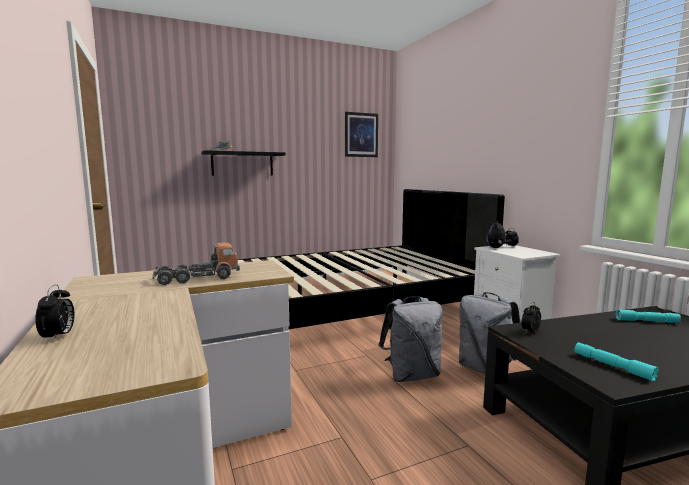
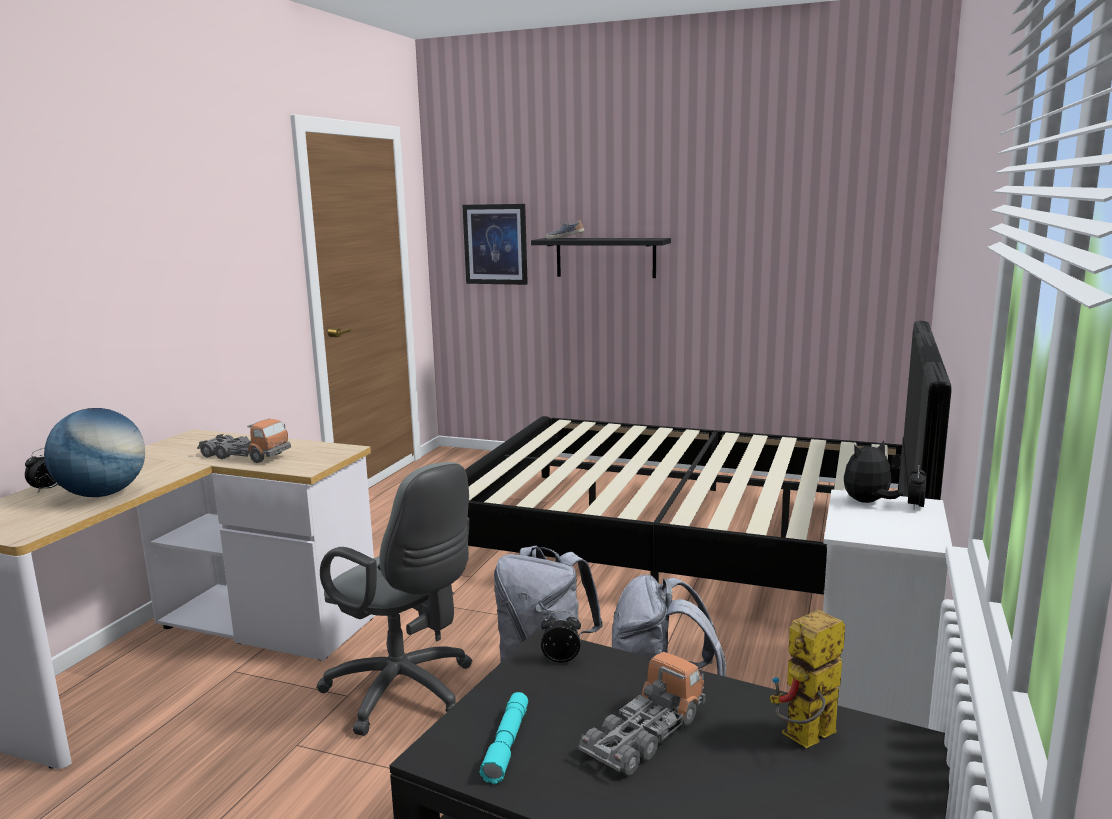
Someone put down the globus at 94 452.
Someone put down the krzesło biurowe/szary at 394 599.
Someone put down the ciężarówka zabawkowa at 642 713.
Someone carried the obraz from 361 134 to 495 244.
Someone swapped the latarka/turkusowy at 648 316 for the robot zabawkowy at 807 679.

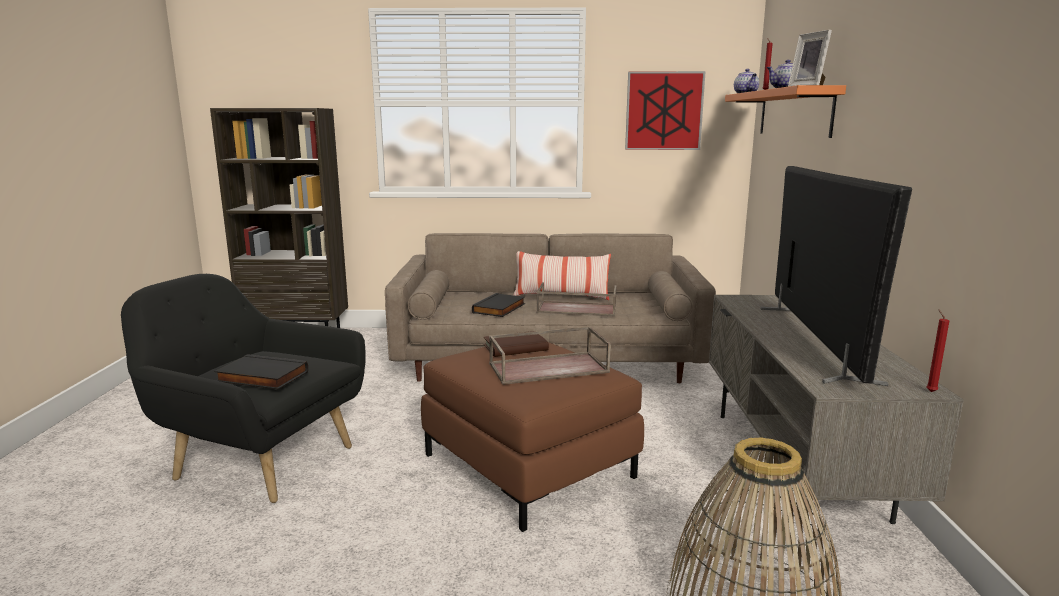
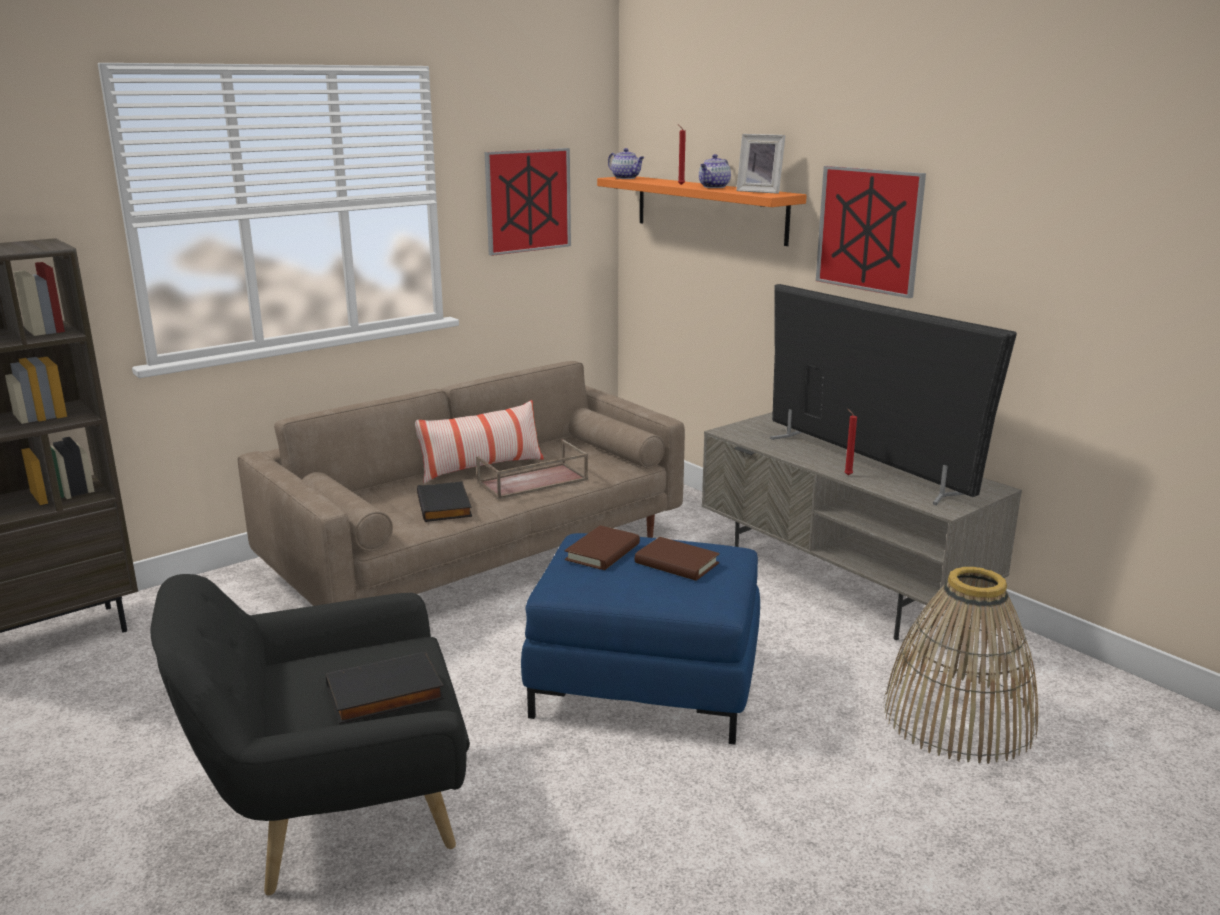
Someone put up the obraz at 871 232.
Someone carried the świeca/czerwony from 938 350 to 850 442.
Someone swapped the taca/brązowy at 550 355 for the książka/brązowy at 677 559.
Someone repainted the pufa/brązowy at 532 437, which became the pufa/niebieski at 640 639.

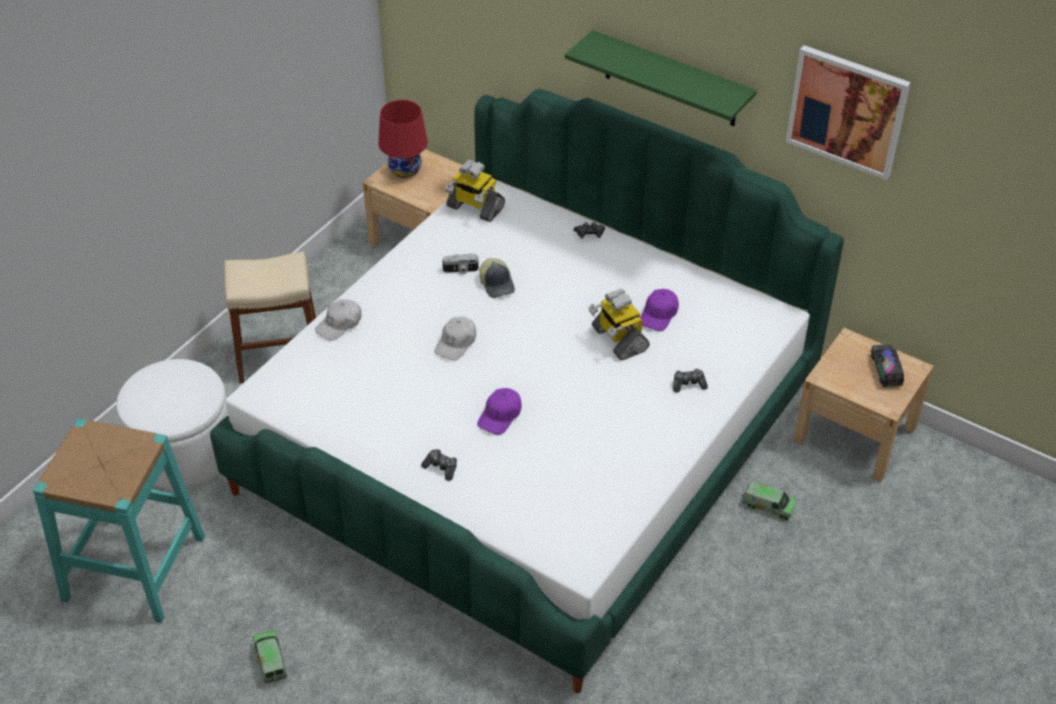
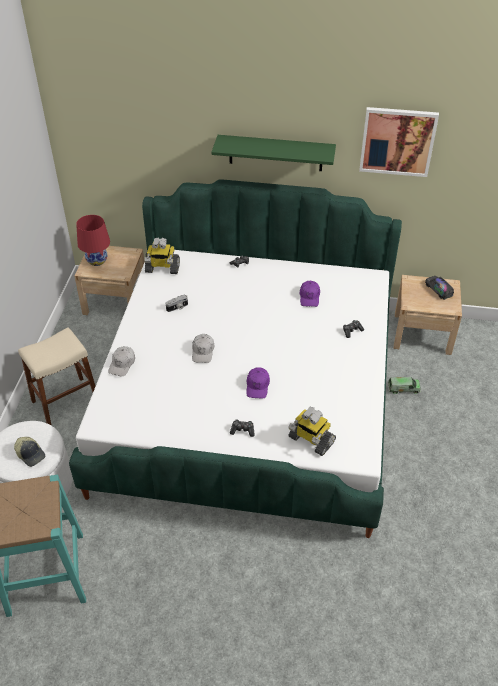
Someone took away the ciężarówka zabawkowa at 270 658.
Someone carried the czapka z daszkiem from 497 278 to 29 452.
Someone carried the robot zabawkowy from 618 324 to 312 431.

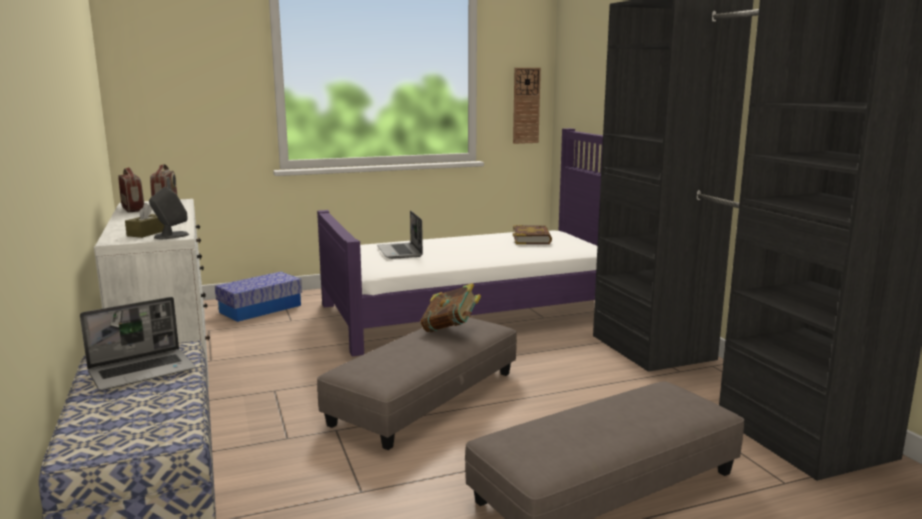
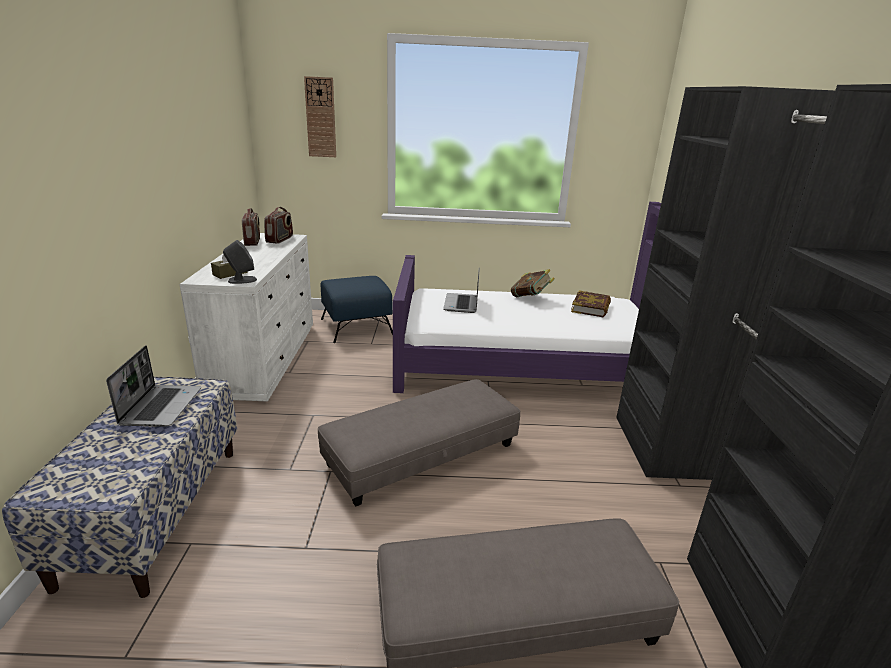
Someone carried the książka from 450 307 to 533 283.
Someone carried the zegar ścienny from 527 106 to 320 116.
Someone swapped the pojemnik do przechowywania at 258 297 for the pufa/niebieski at 357 309.
Someone rotated the laptop at 138 343 by 75 degrees counterclockwise.

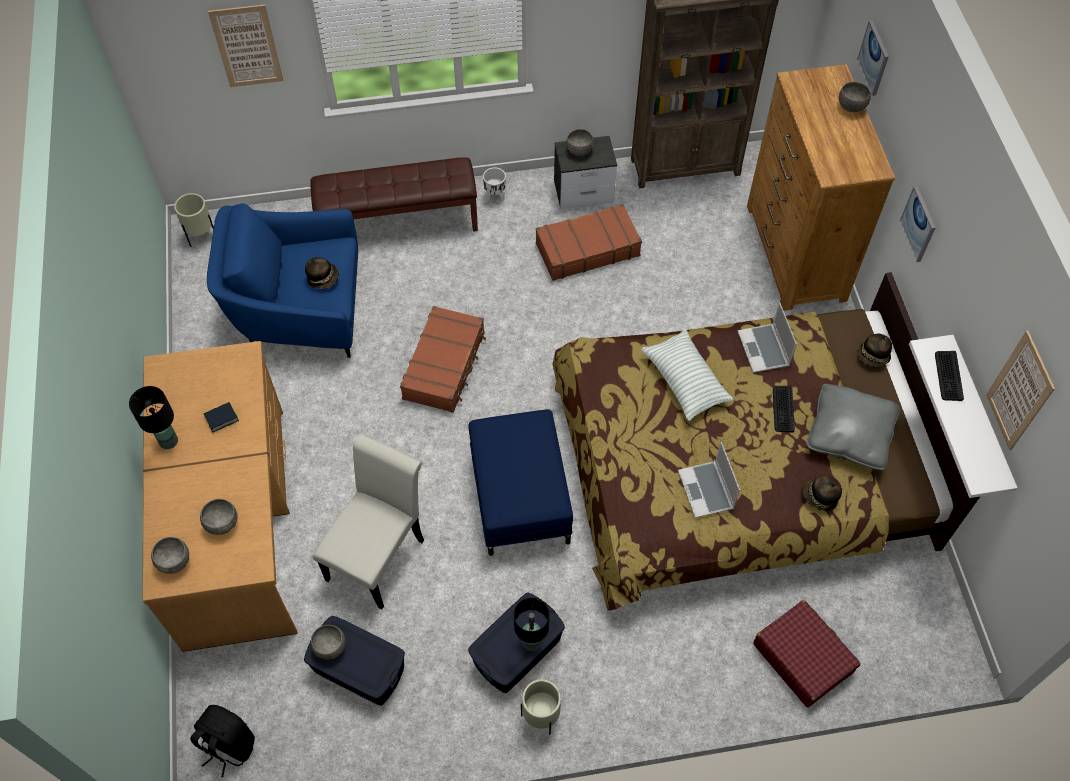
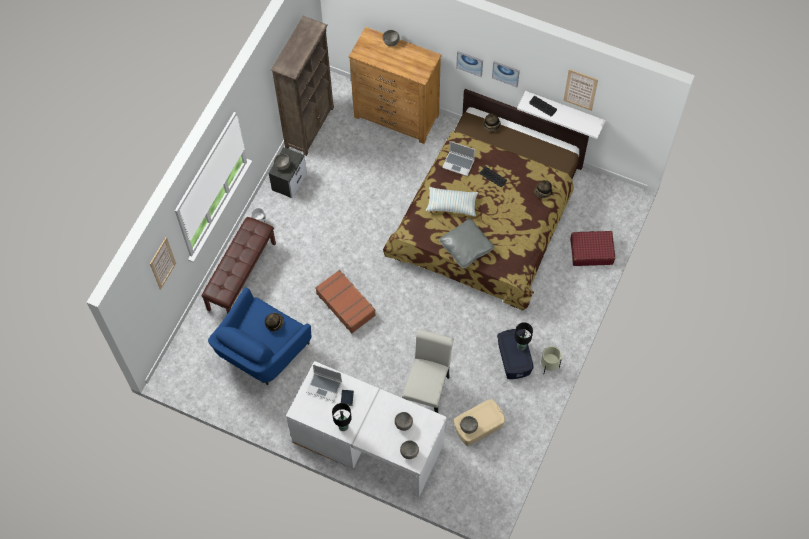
Someone took away the donica/beżowy at 194 220.
Someone took away the plecak/czarny at 222 741.
Someone took away the pufa/niebieski at 520 482.
Someone took away the walizka/brązowy at 589 242.
Someone carried the laptop from 709 480 to 324 382.
Someone carried the poduszka/szary from 853 427 to 466 243.
Someone carried the obraz from 873 58 to 506 74.
Someone repainted the biurko/brązowy at 220 496, which became the biurko/biały at 366 429.
Someone repainted the pojemnik do przechowywania/niebieski at 354 661, which became the pojemnik do przechowywania/beżowy at 479 422.
Someone rotated the krzesło/biały at 368 521 by 45 degrees clockwise.

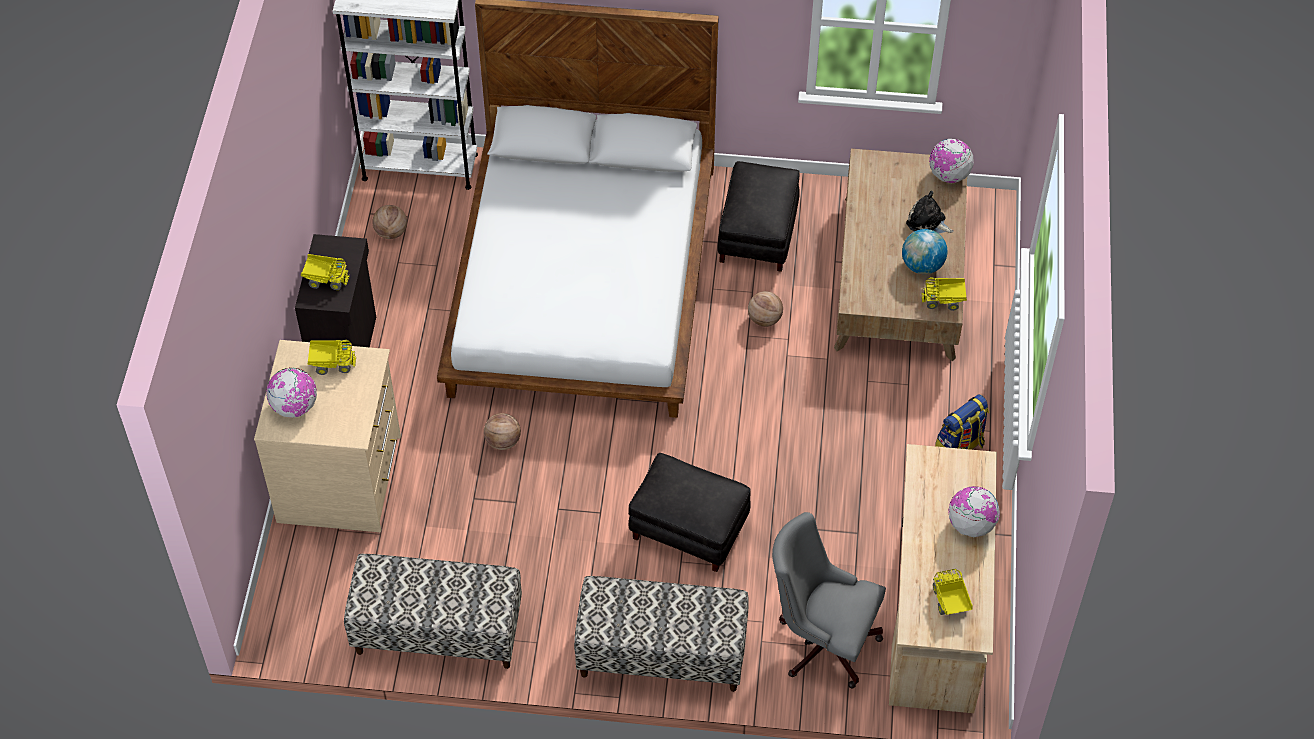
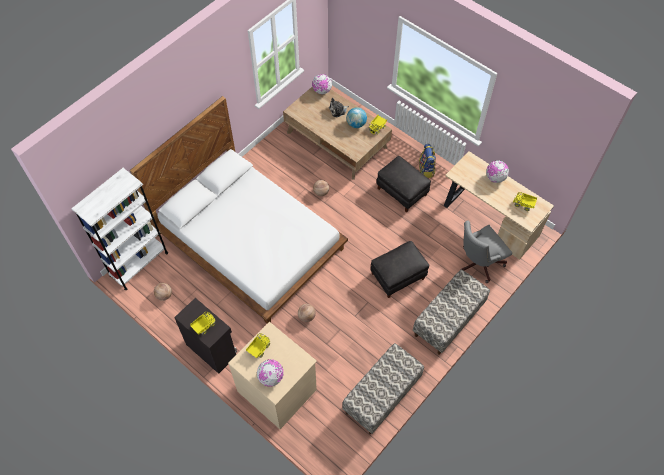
Someone carried the pufa/czarny from 759 216 to 403 184.

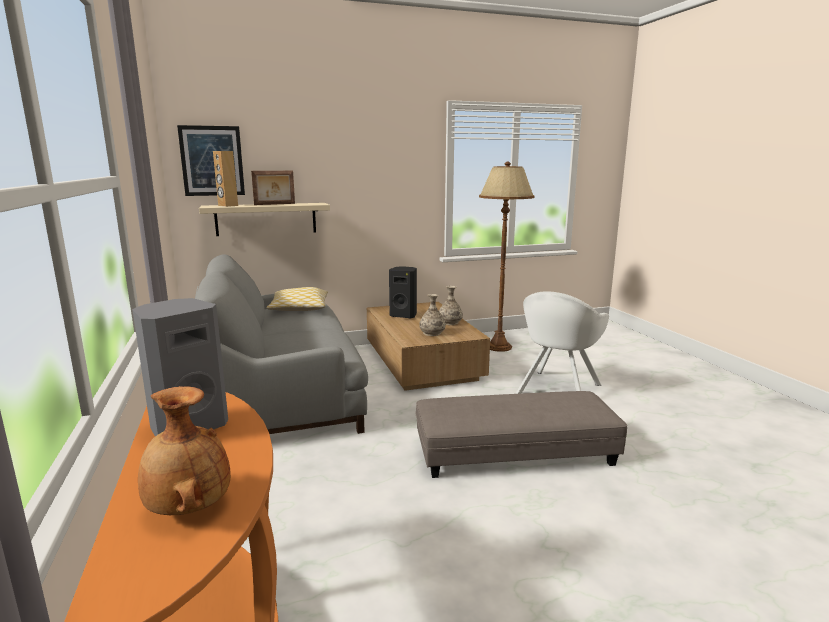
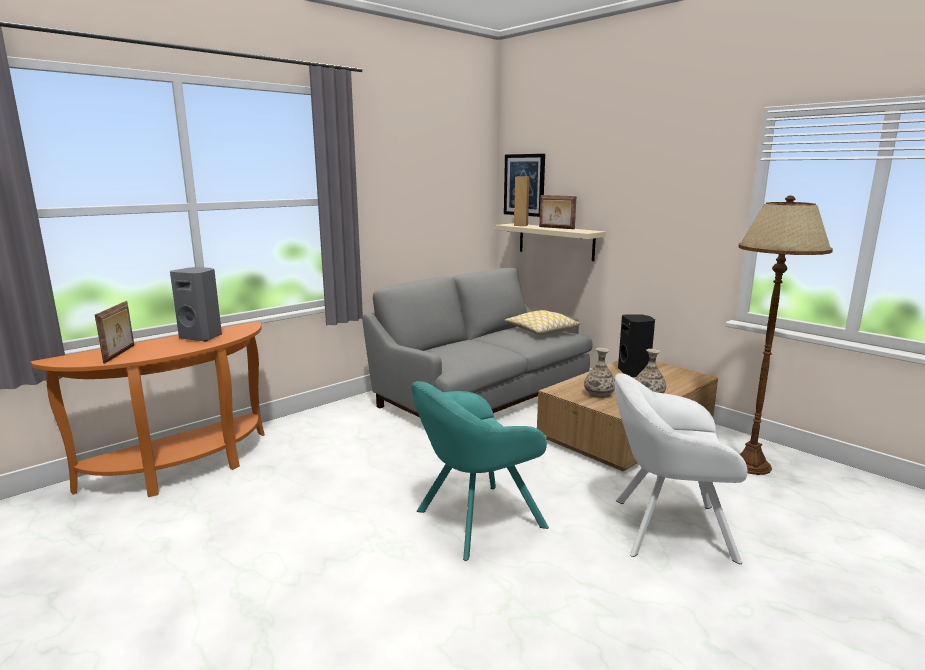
Someone swapped the wazon/brązowy at 184 450 for the ramka na zdjęcie at 114 332.
Someone swapped the pufa/szary at 521 434 for the fotel/turkusowy at 480 471.

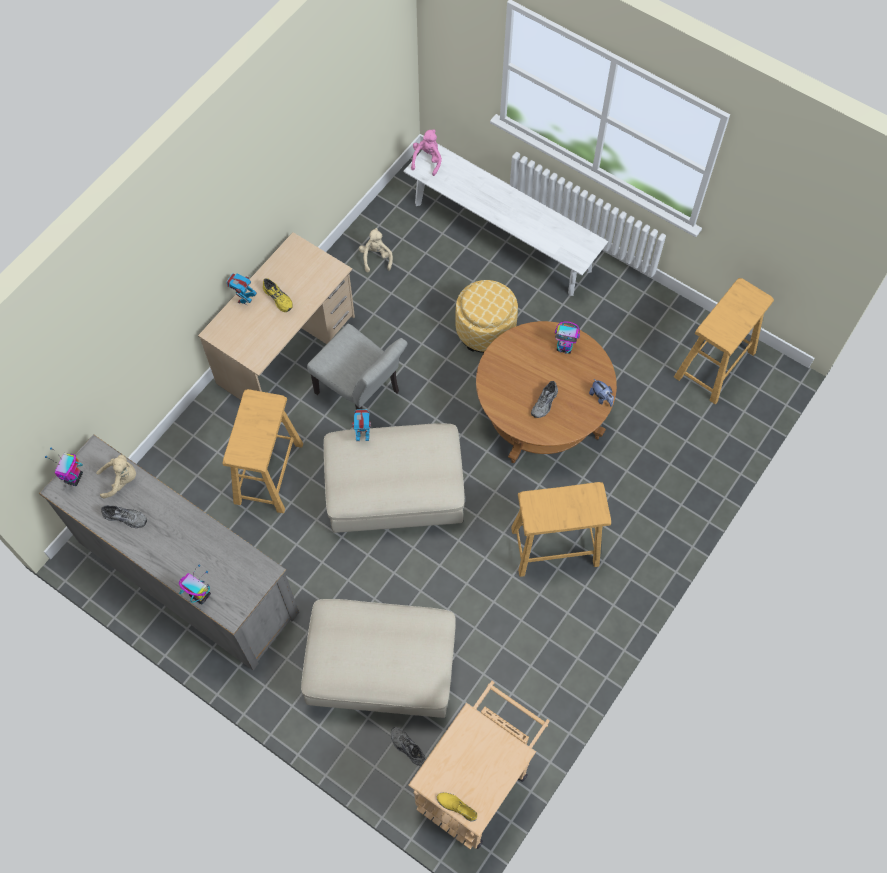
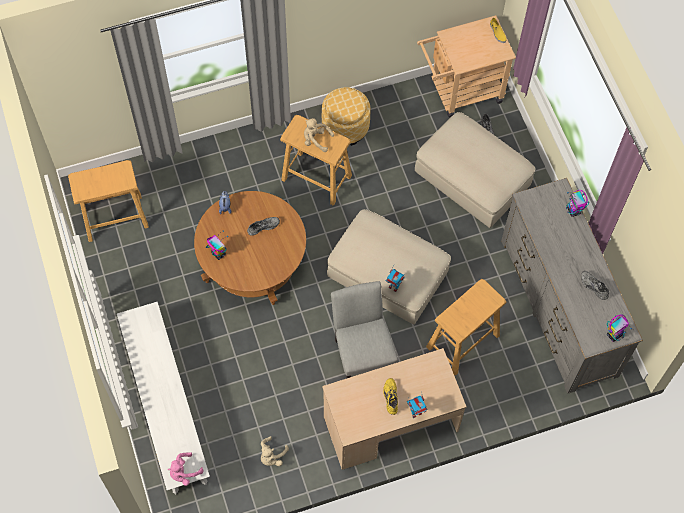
Someone carried the pluszak/beżowy from 116 476 to 319 135.
Someone carried the pufa from 486 316 to 346 116.

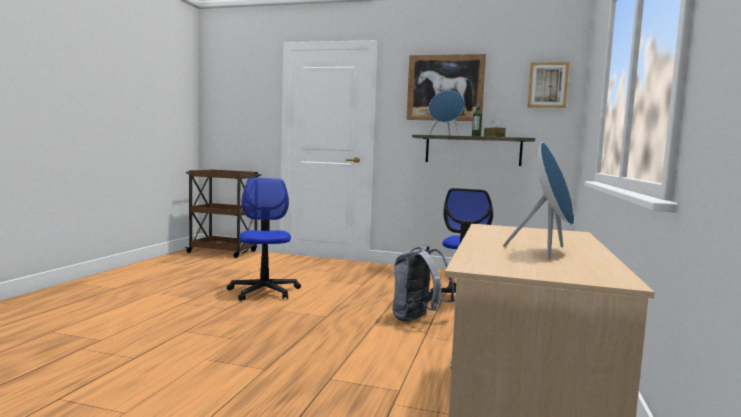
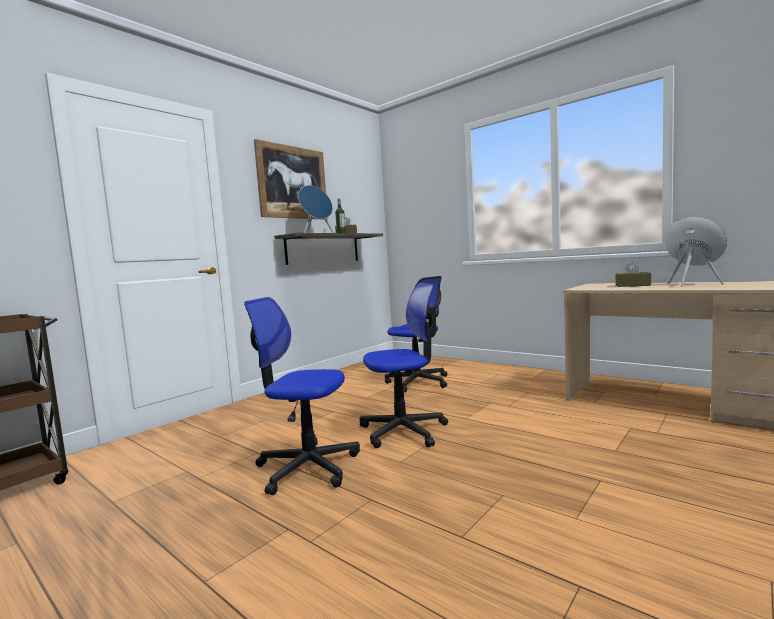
Someone took away the plecak/szary at 423 283.
Someone took away the obraz at 548 85.
Someone put down the krzesło biurowe at 404 365.
Someone put down the pudełko chusteczek/brązowy at 633 274.

